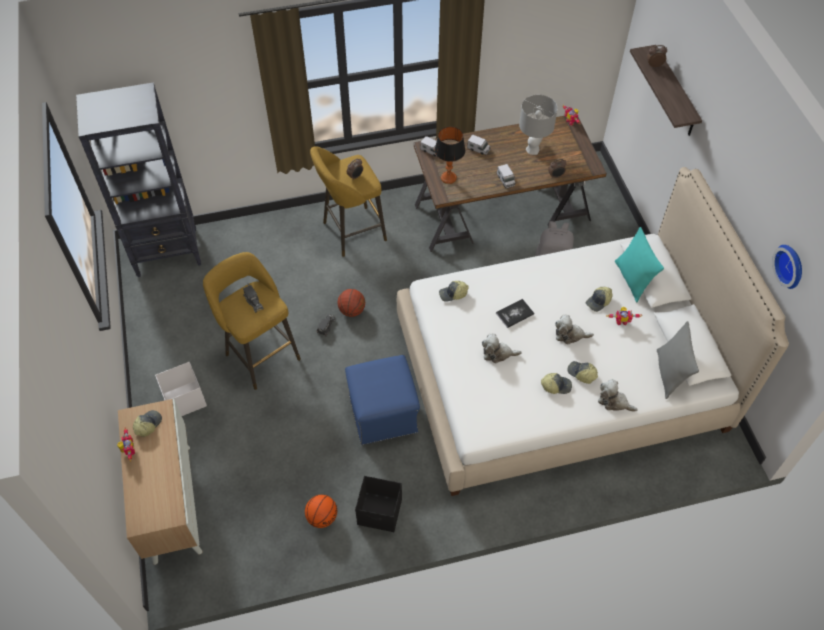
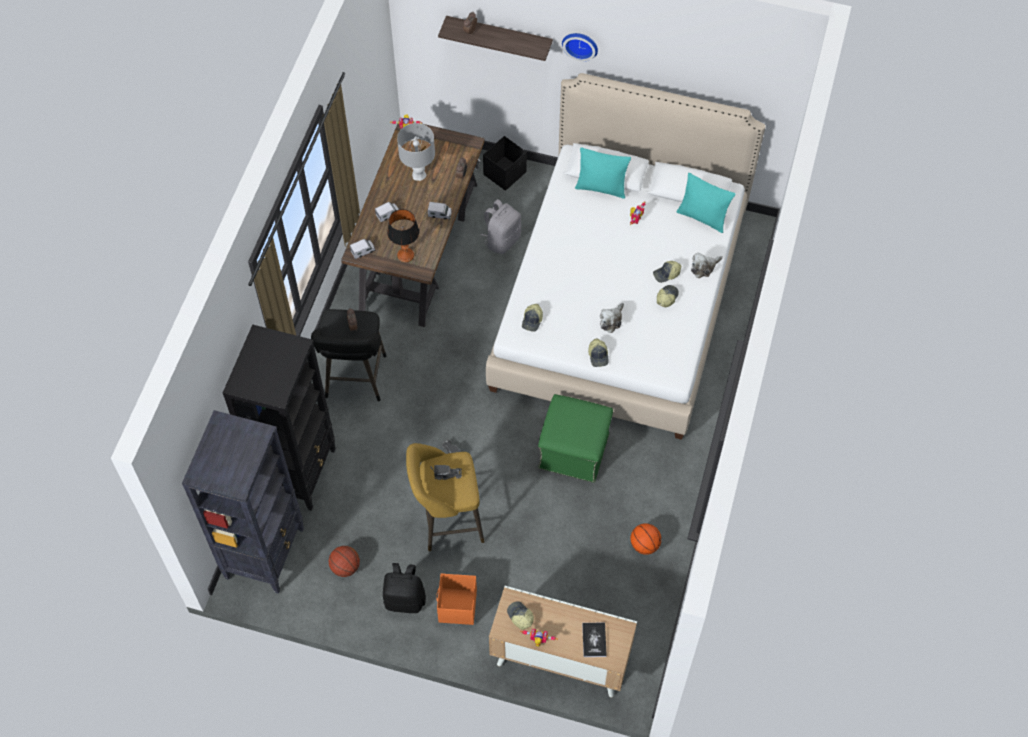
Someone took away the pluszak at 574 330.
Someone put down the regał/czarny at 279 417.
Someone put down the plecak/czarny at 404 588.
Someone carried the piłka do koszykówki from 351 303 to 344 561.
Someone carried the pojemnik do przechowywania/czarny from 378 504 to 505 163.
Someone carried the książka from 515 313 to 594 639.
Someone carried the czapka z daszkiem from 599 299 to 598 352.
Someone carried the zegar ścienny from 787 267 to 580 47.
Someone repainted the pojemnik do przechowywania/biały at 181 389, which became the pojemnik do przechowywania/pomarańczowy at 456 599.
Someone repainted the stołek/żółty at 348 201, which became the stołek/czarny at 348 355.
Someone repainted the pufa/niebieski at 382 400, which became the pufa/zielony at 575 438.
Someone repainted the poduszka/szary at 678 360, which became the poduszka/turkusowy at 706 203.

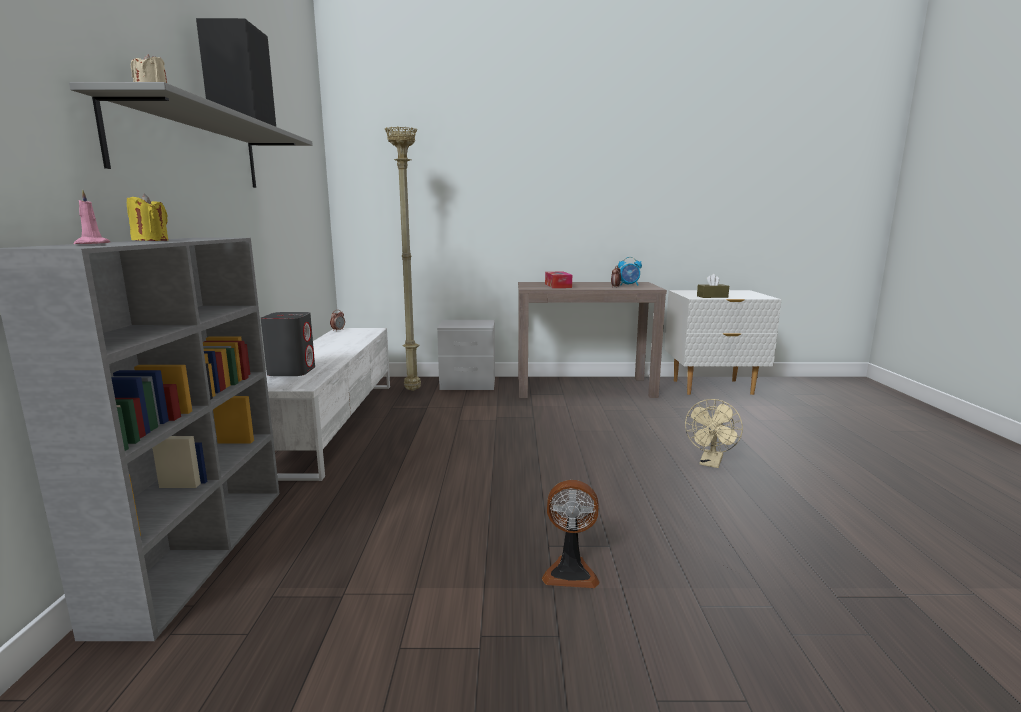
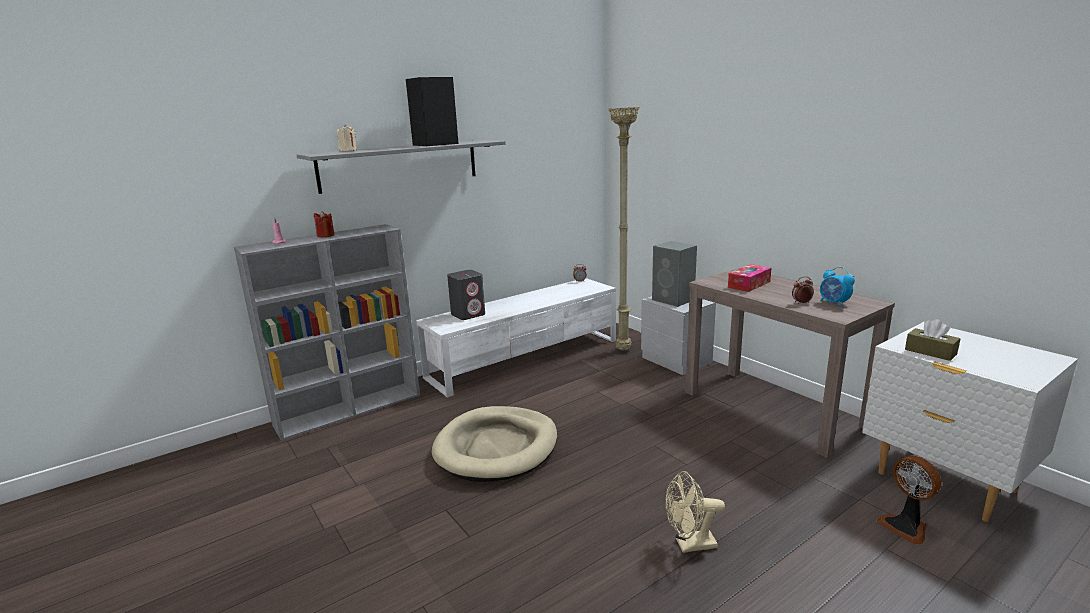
Someone put down the legowisko/beżowy at 494 444.
Someone put down the głośnik/szary at 674 274.
Someone carried the wentylator from 570 534 to 909 500.
Someone repainted the świeca/żółty at 147 217, which became the świeca/czerwony at 324 224.

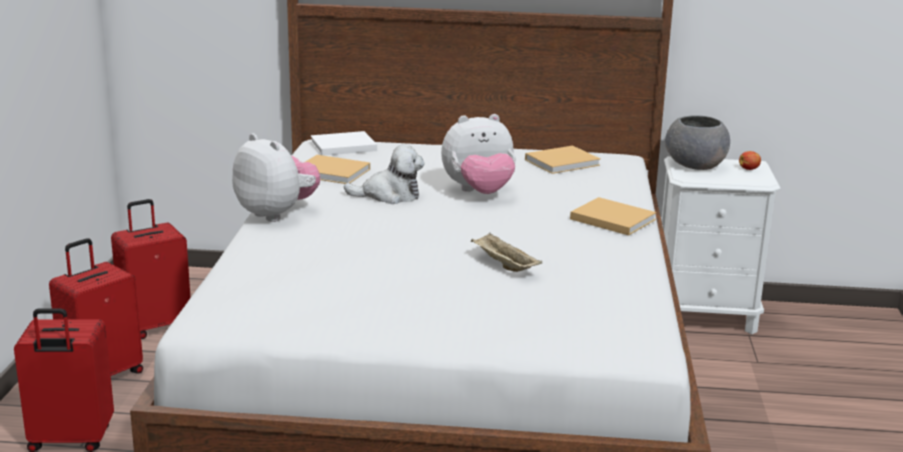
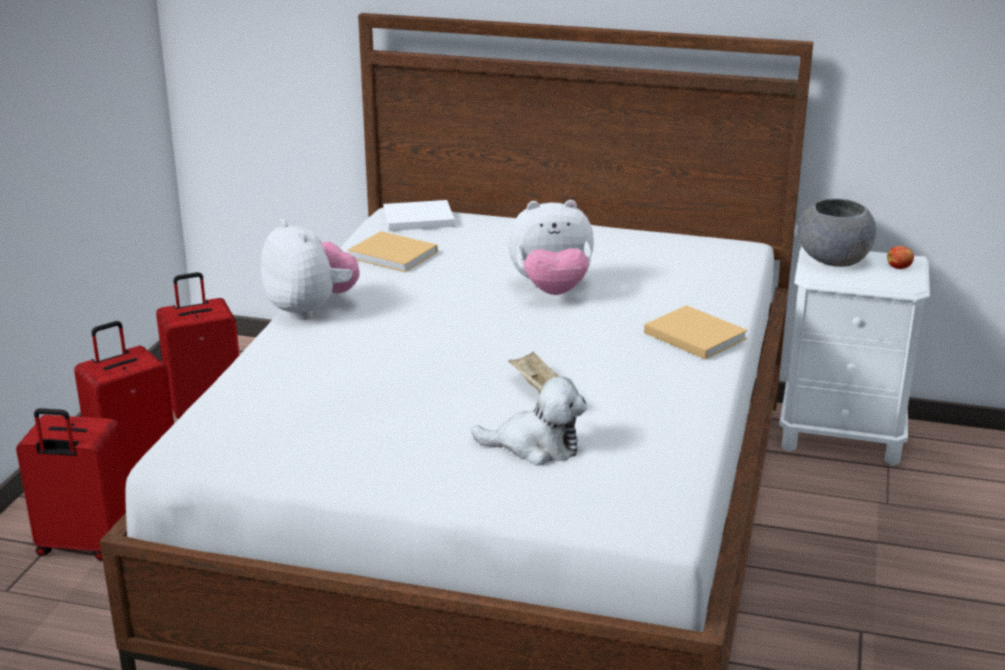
Someone took away the książka/beżowy at 562 160.
Someone carried the pluszak from 384 174 to 529 420.

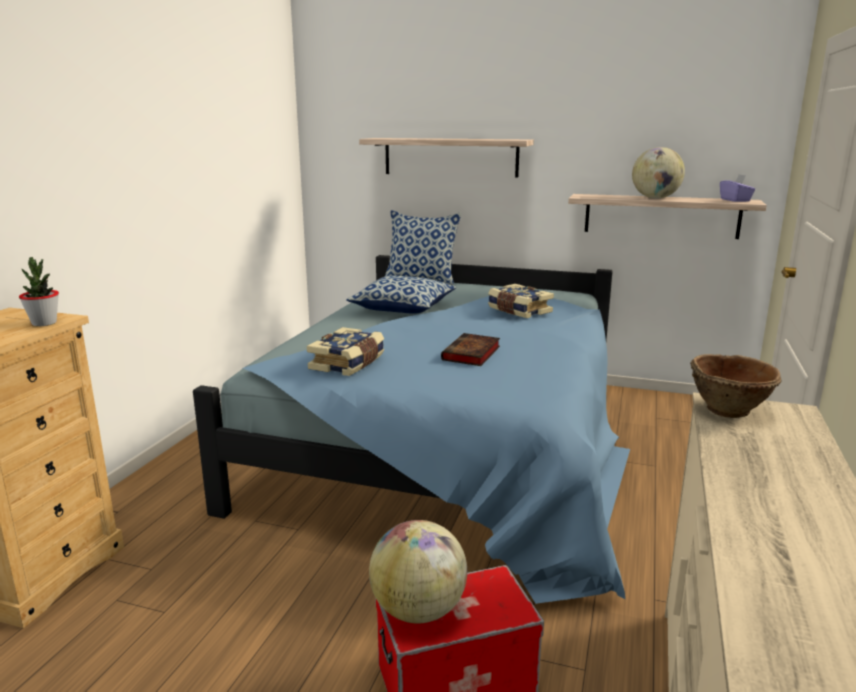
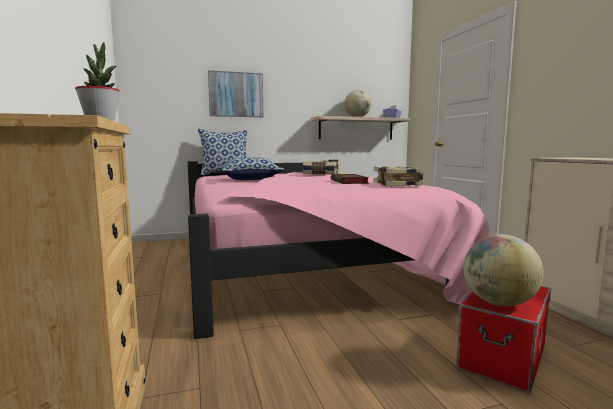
Someone took away the miska/brązowy at 735 386.
Someone carried the książka from 345 351 to 398 176.
Someone swapped the półka at 446 158 for the obraz at 235 93.
Someone repainted the łóżko/niebieski at 411 429, which became the łóżko/różowy at 339 249.

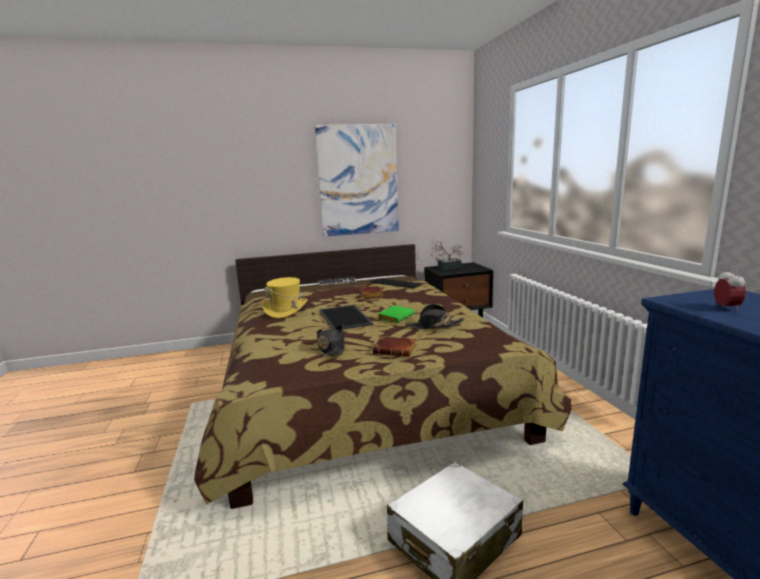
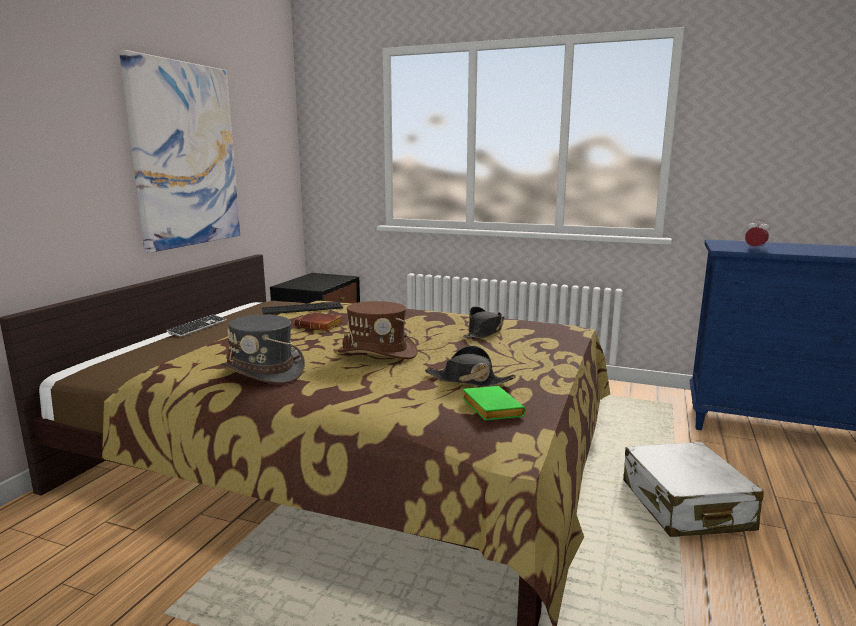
Someone took away the książka/brązowy at 394 346.
Someone took away the roślina doniczkowa at 448 255.
Someone carried the książka/zielony from 396 314 to 494 403.
Someone swapped the taca at 346 317 for the kapelusz/brązowy at 377 330.
Someone repainted the kapelusz/żółty at 285 298, which became the kapelusz/szary at 263 349.

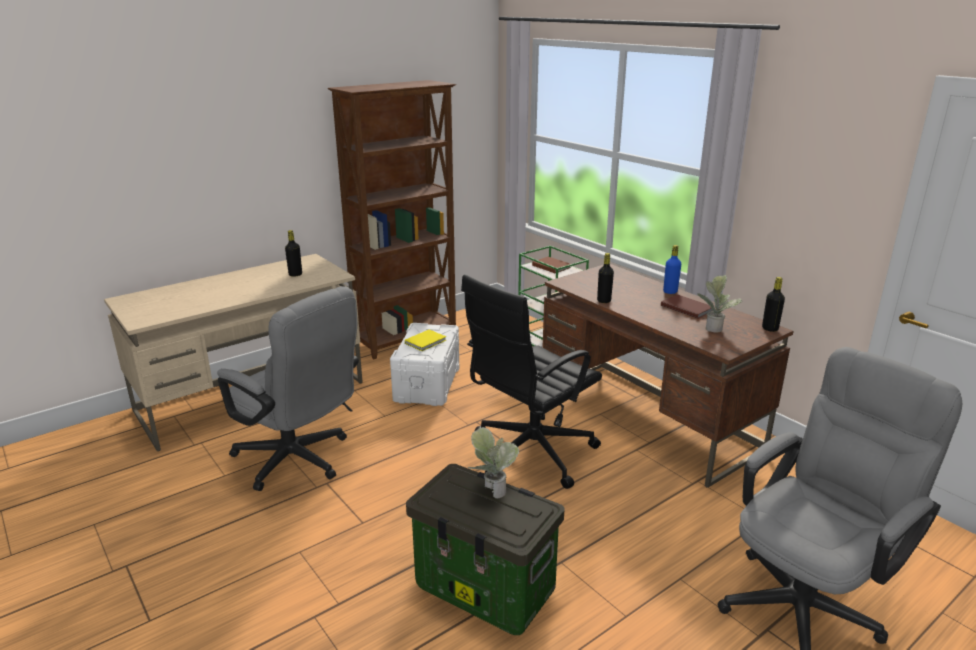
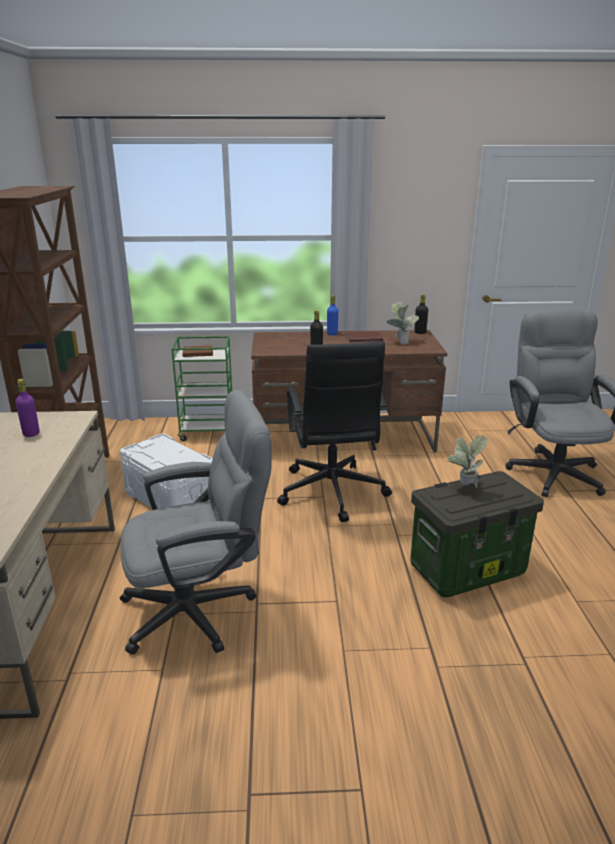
Someone took away the książka/żółty at 425 340.
Someone repainted the butelka/czarny at 293 253, which became the butelka/fioletowy at 27 408.

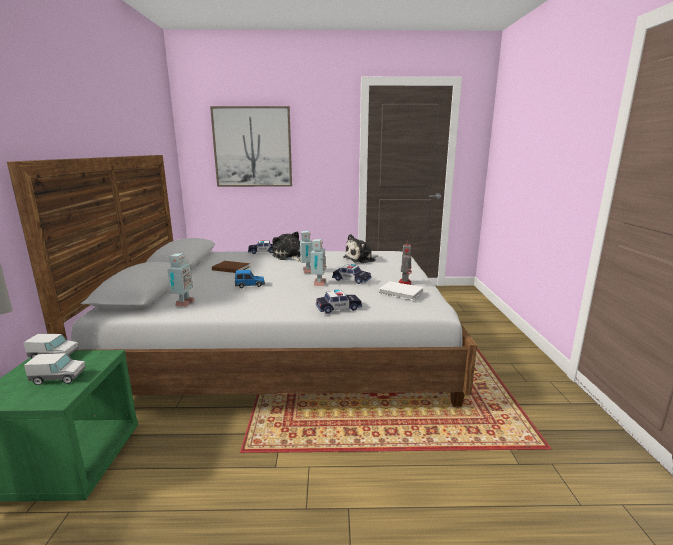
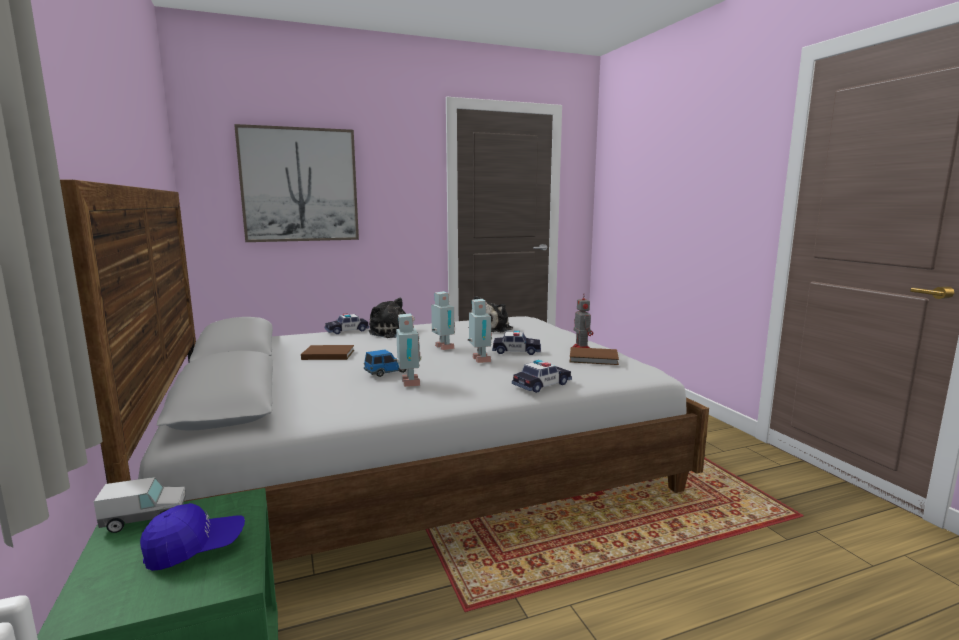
Someone carried the robot zabawkowy from 180 280 to 408 350.
Someone swapped the ciężarówka zabawkowa at 54 369 for the czapka z daszkiem/niebieski at 192 537.
Someone repainted the książka/biały at 401 290, which became the książka/brązowy at 594 356.

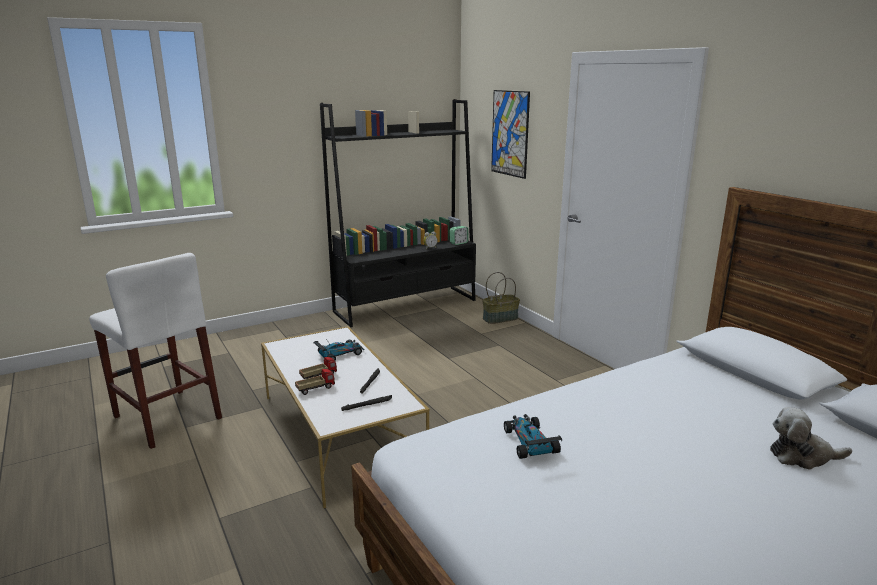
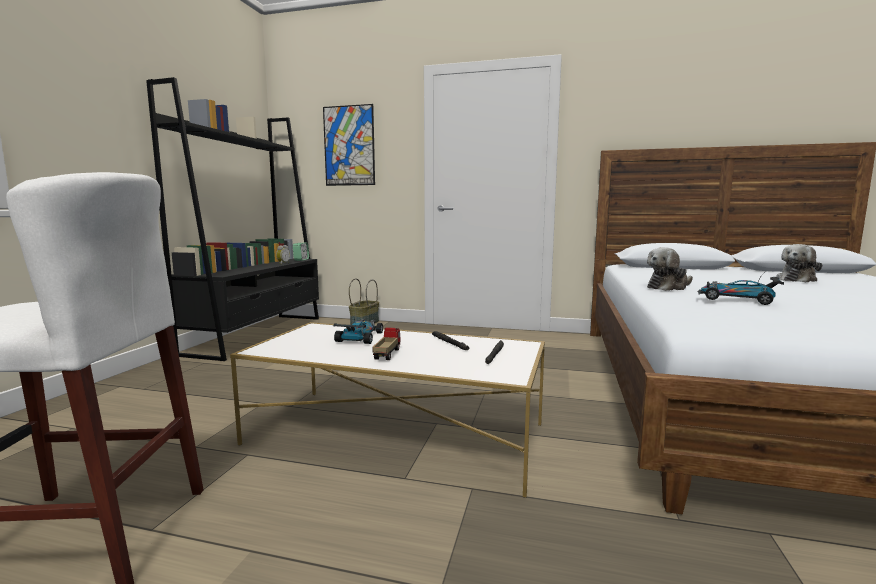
Someone took away the ciężarówka zabawkowa at 315 382.
Someone put down the pluszak at 670 269.

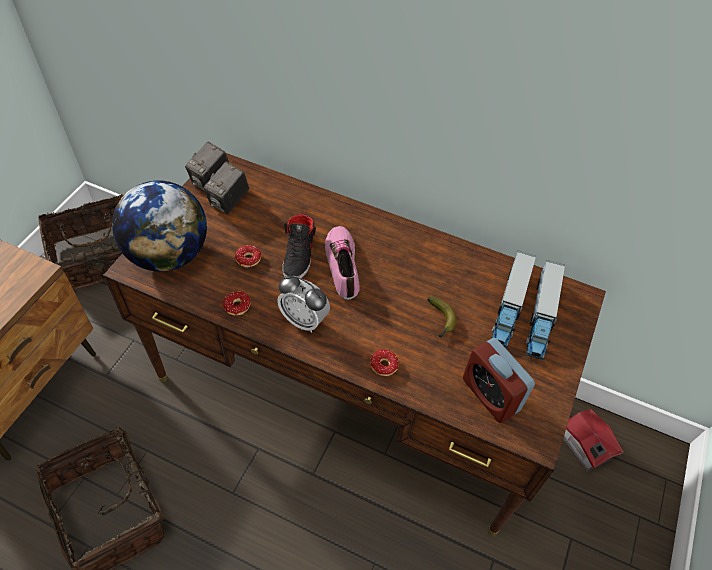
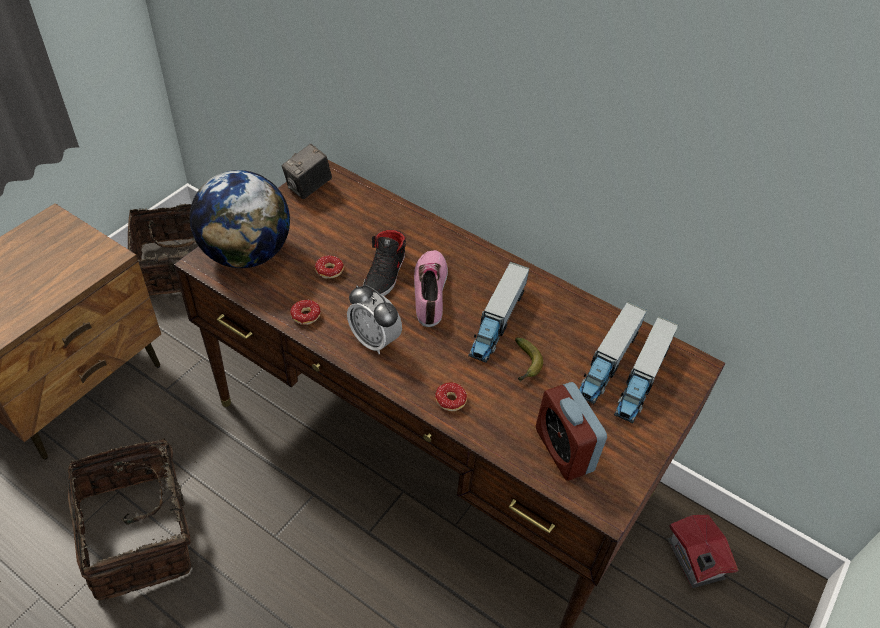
Someone took away the aparat fotograficzny at 226 188.
Someone put down the ciężarówka zabawkowa at 499 312.

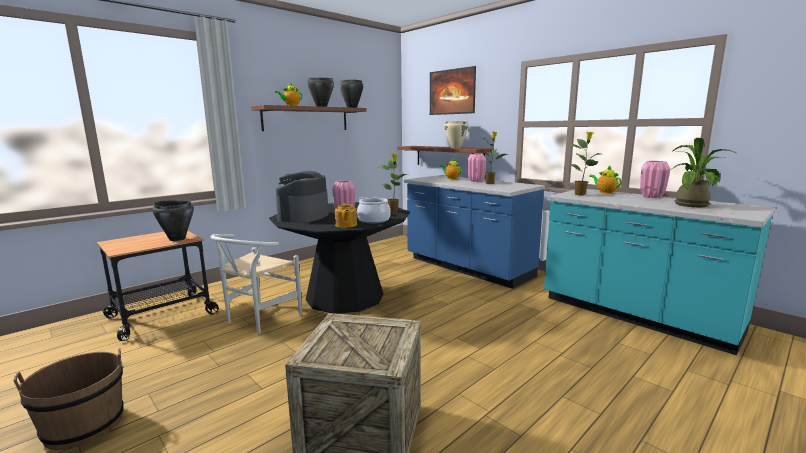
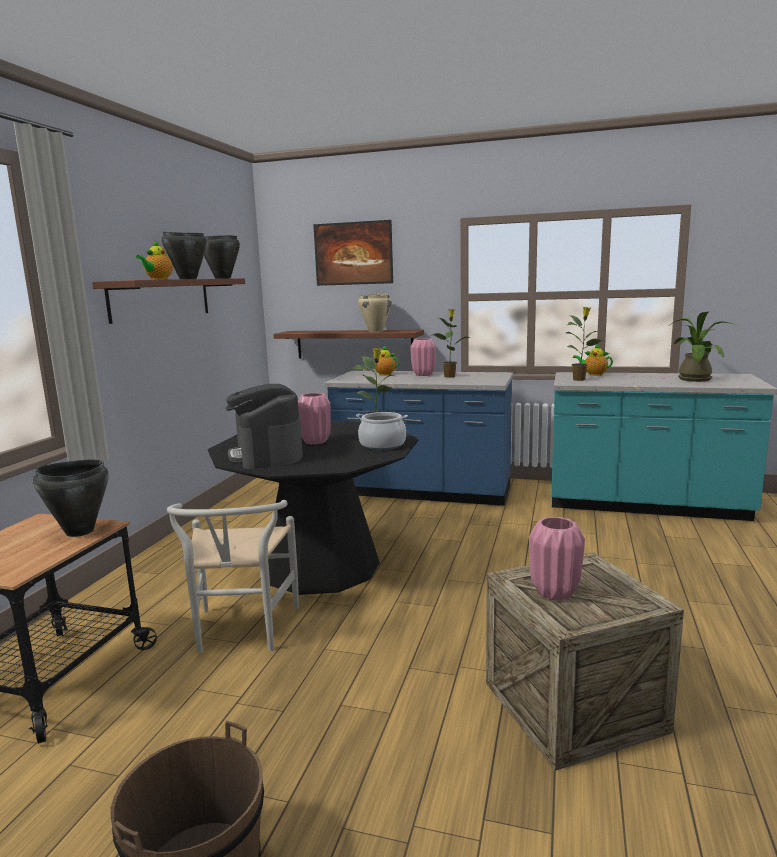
Someone took away the imbryk at 346 215.
Someone carried the wazon/różowy from 655 179 to 557 559.

